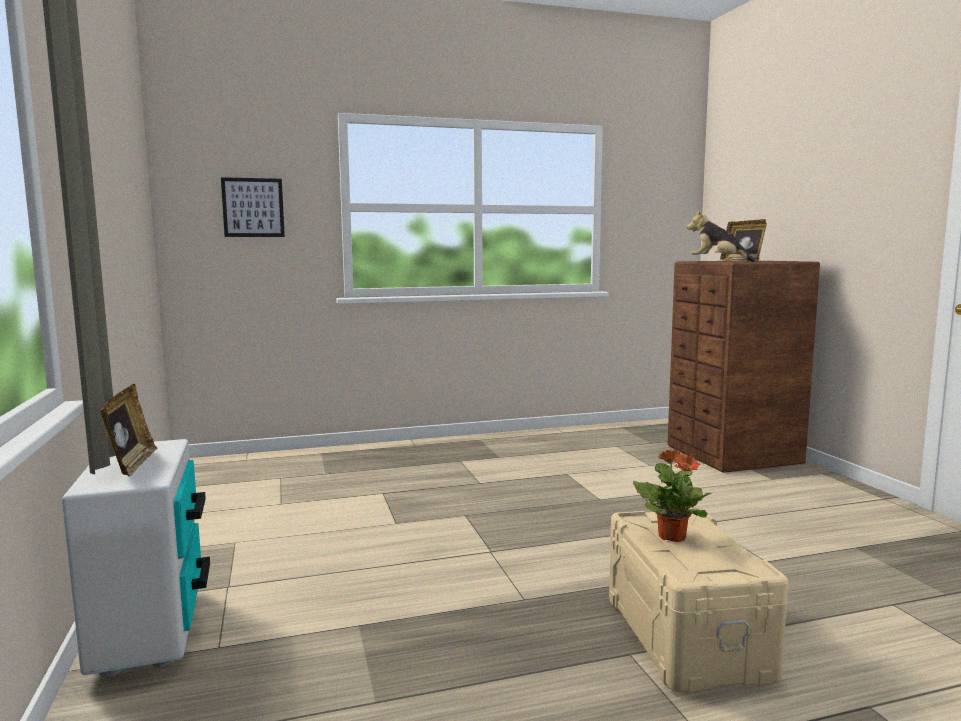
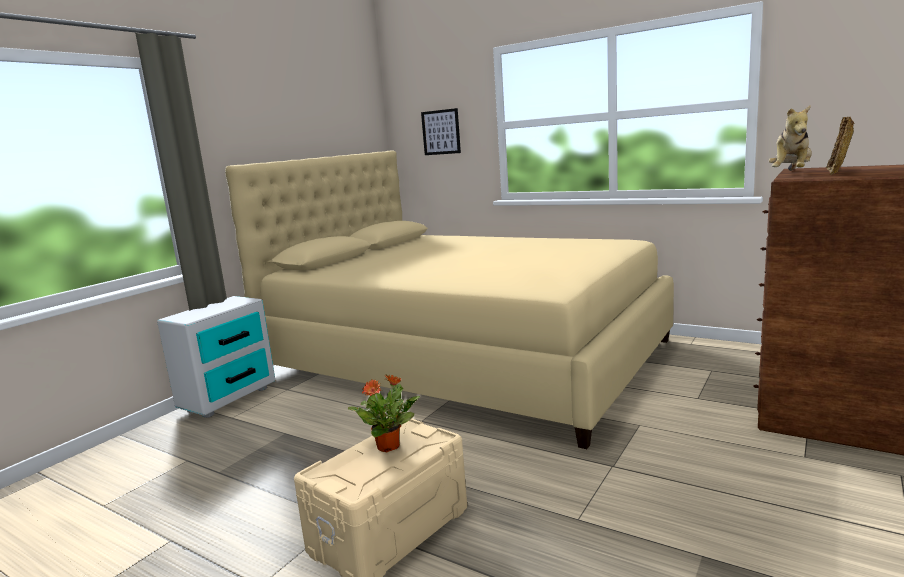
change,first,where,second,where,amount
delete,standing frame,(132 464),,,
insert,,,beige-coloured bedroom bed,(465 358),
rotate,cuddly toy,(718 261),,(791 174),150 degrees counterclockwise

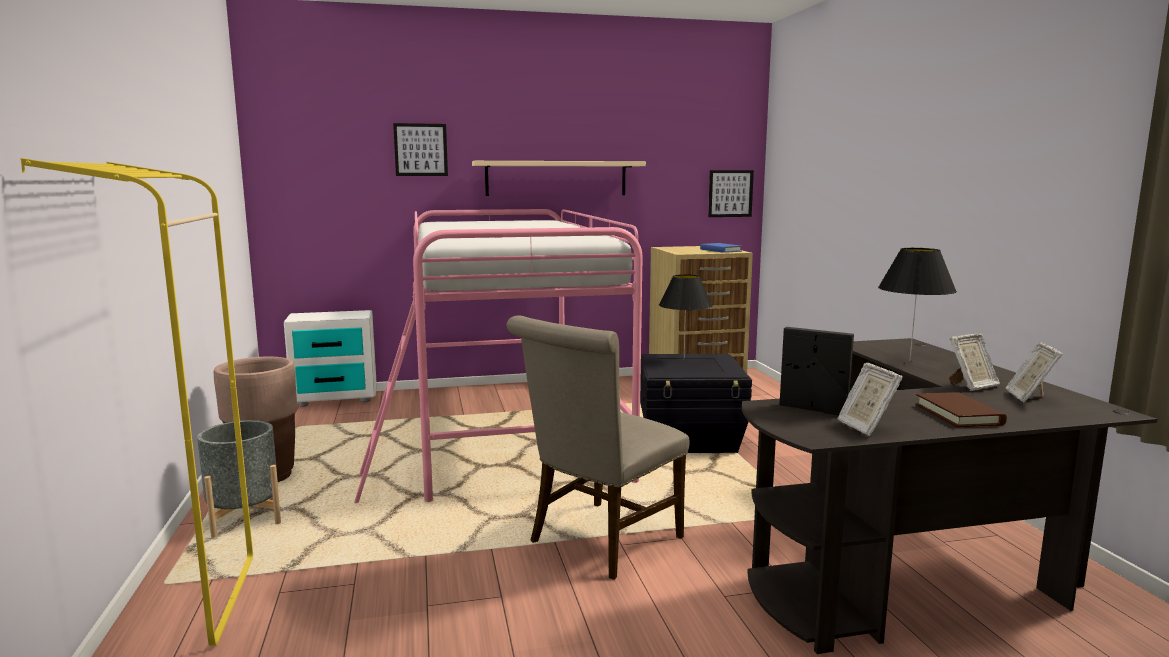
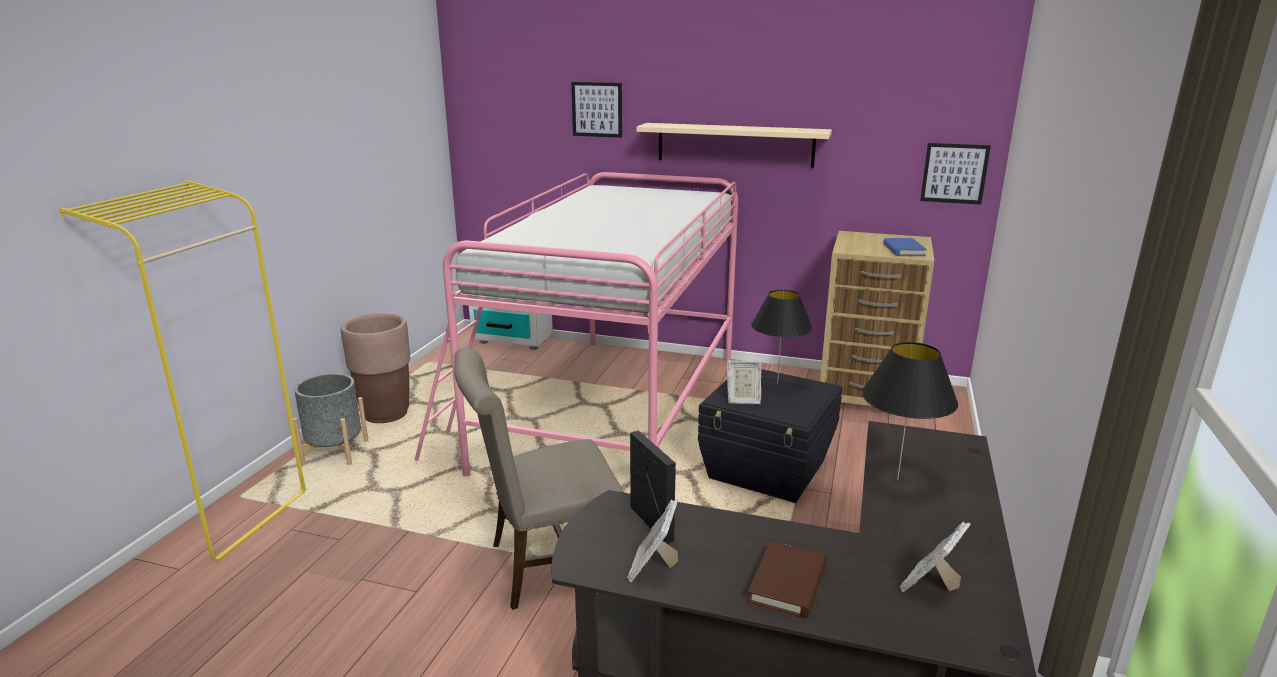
change,first,where,second,where,amount
move,standing frame,(971 386),,(742 400),

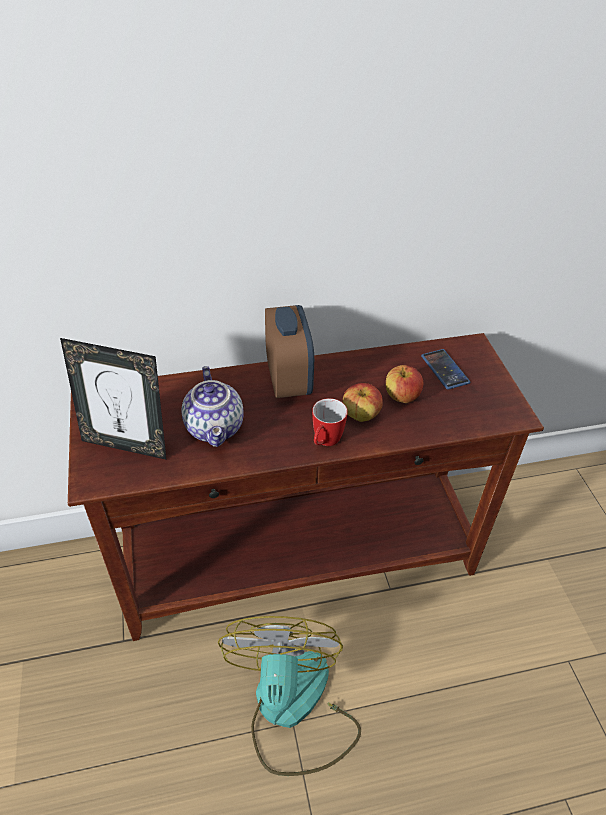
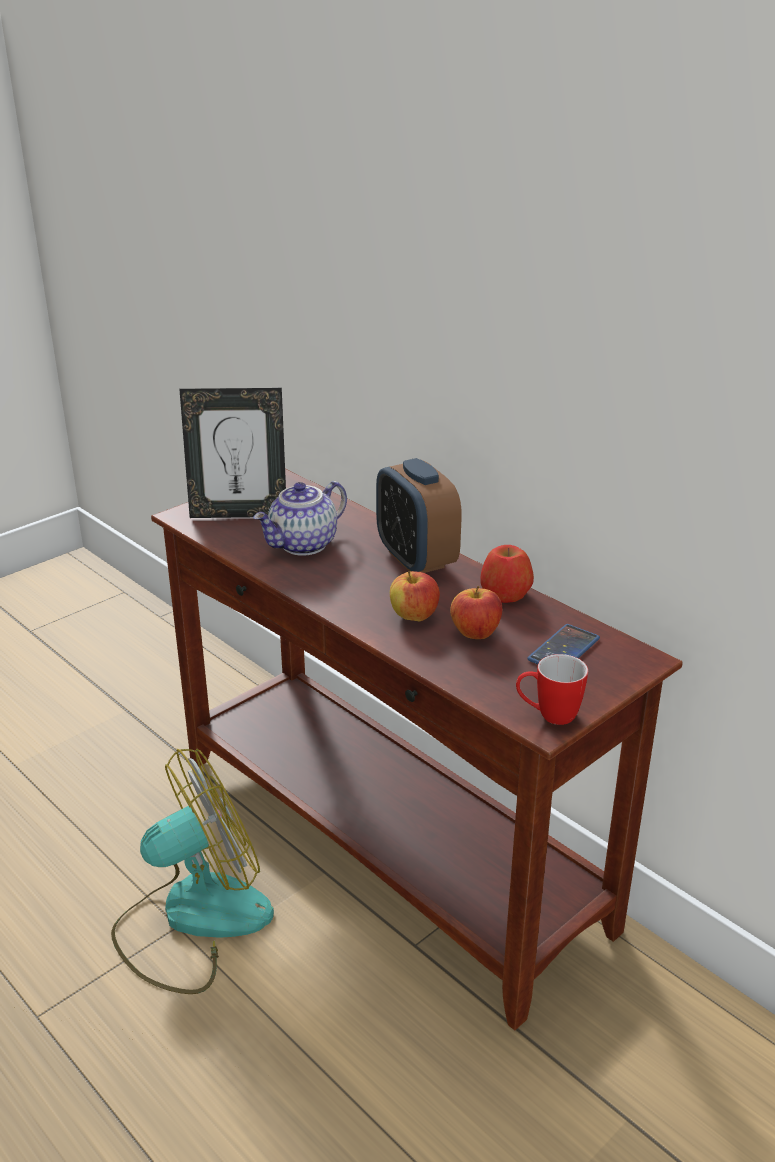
change,first,where,second,where,amount
insert,,,apple,(505 593),
move,mug,(324 443),,(548 715),
rotate,standing frame,(126 444),,(239 513),75 degrees counterclockwise
rotate,table clock,(288 381),,(416 559),105 degrees clockwise

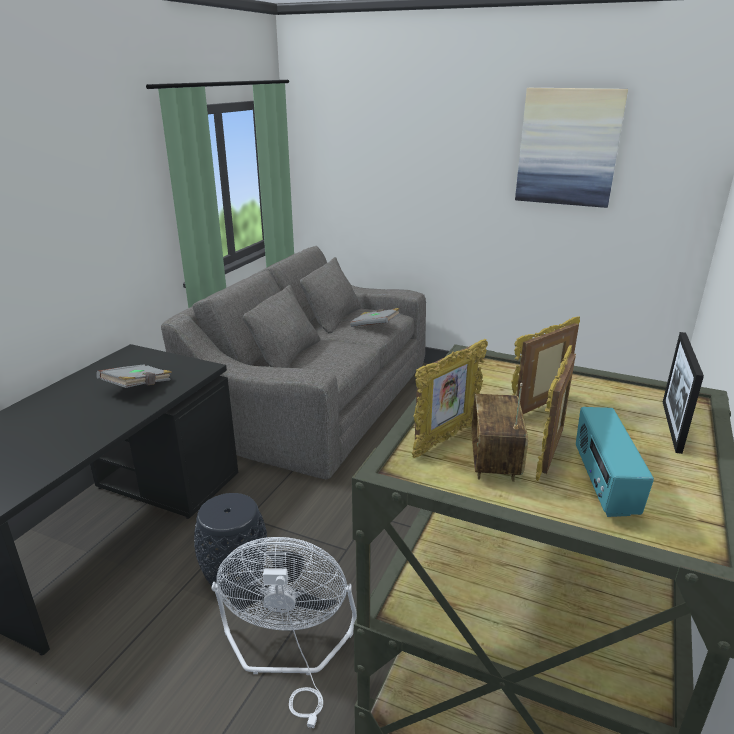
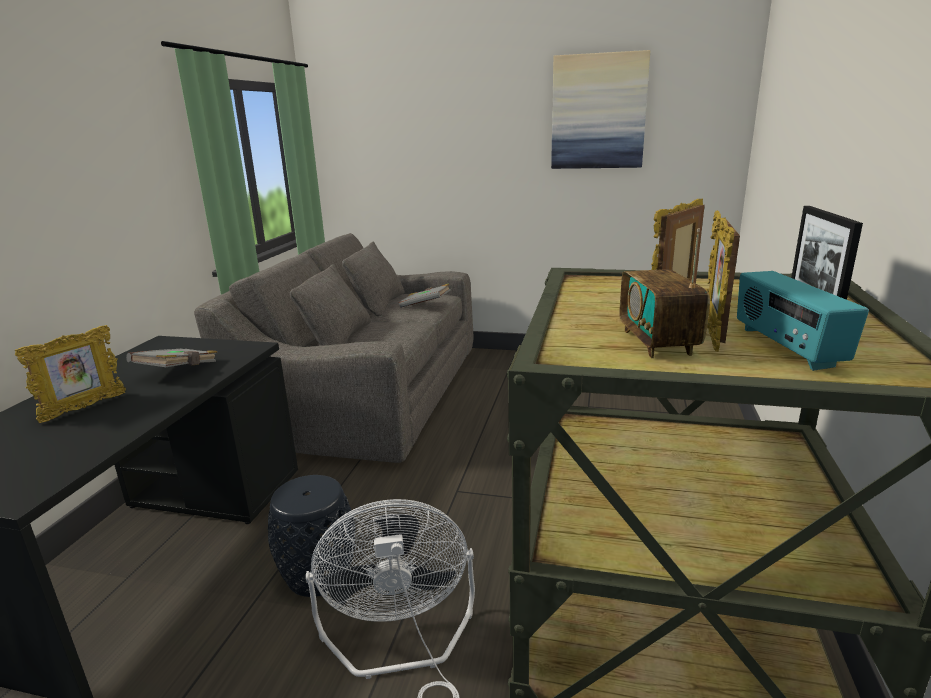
change,first,where,second,where,amount
move,standing frame,(445 439),,(84 408),

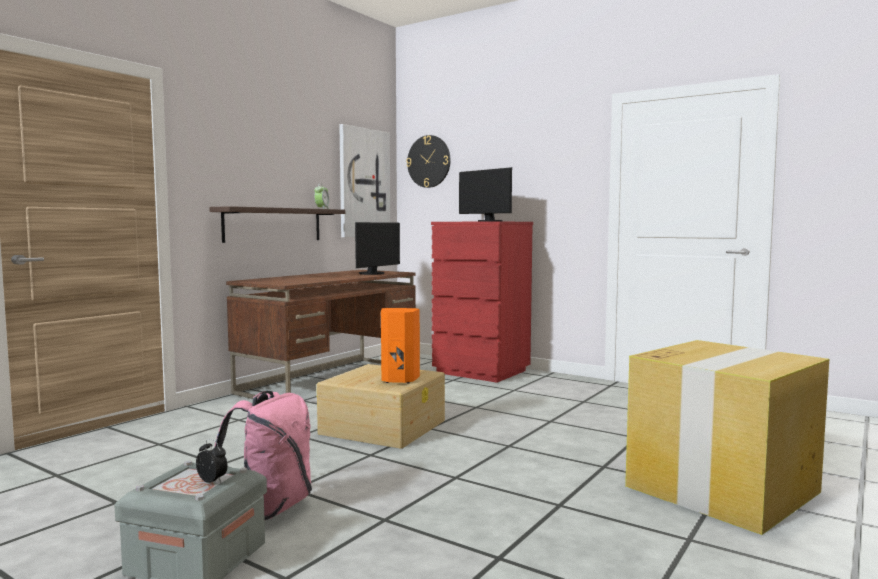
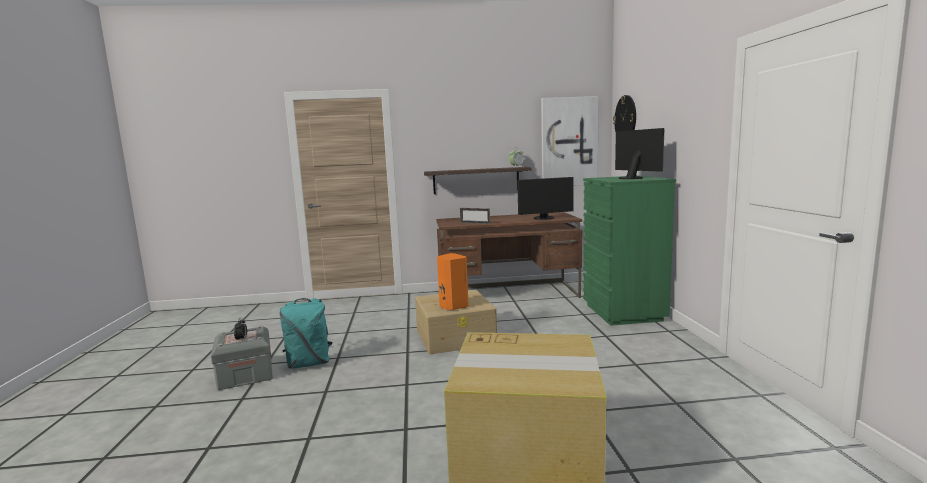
change,first,where,second,where,amount
insert,,,standing frame,(475 223),
recolor,pink-coloured backpack,(269 508),turquoise-coloured backpack,(309 363),
recolor,red dresser,(482 371),green dresser,(624 312),
rotate,computer screen,(488 221),,(633 178),150 degrees clockwise

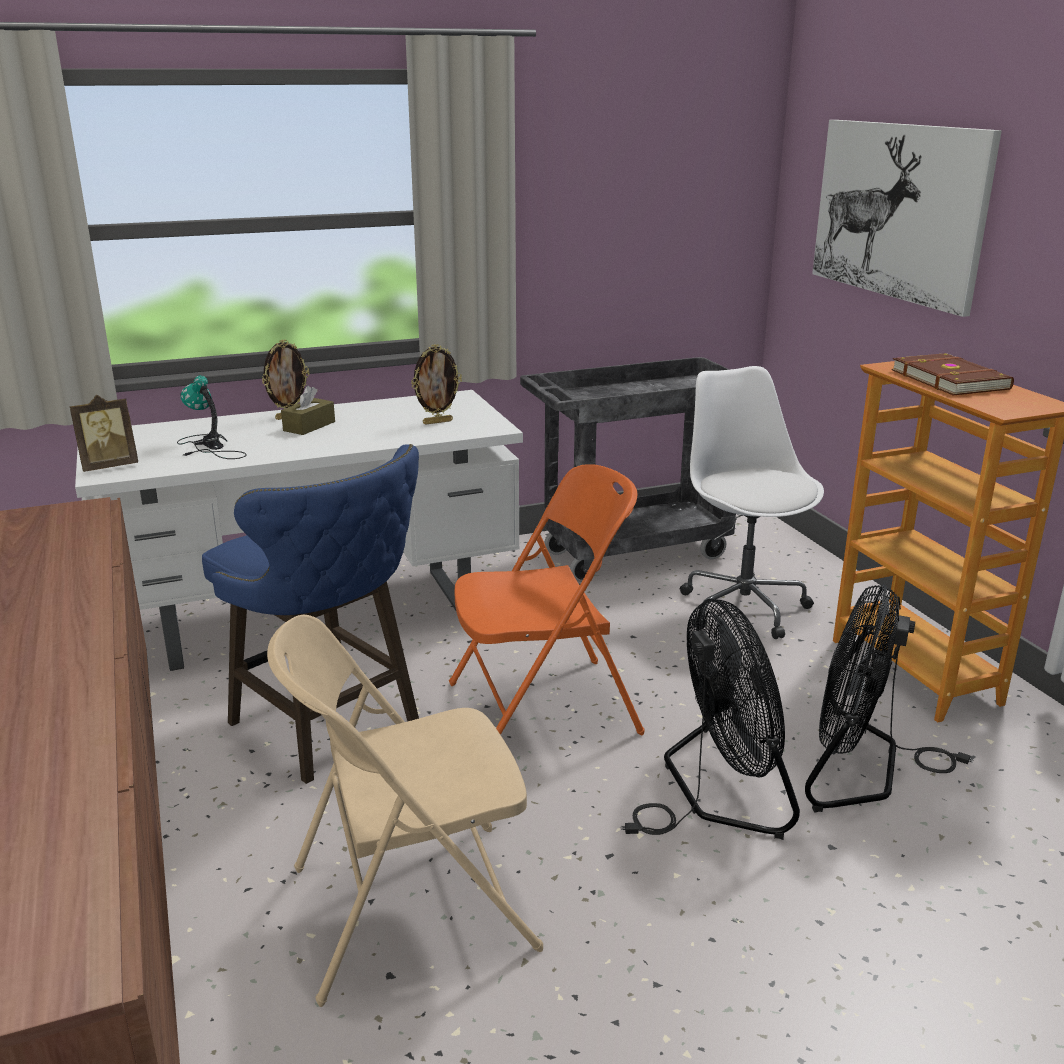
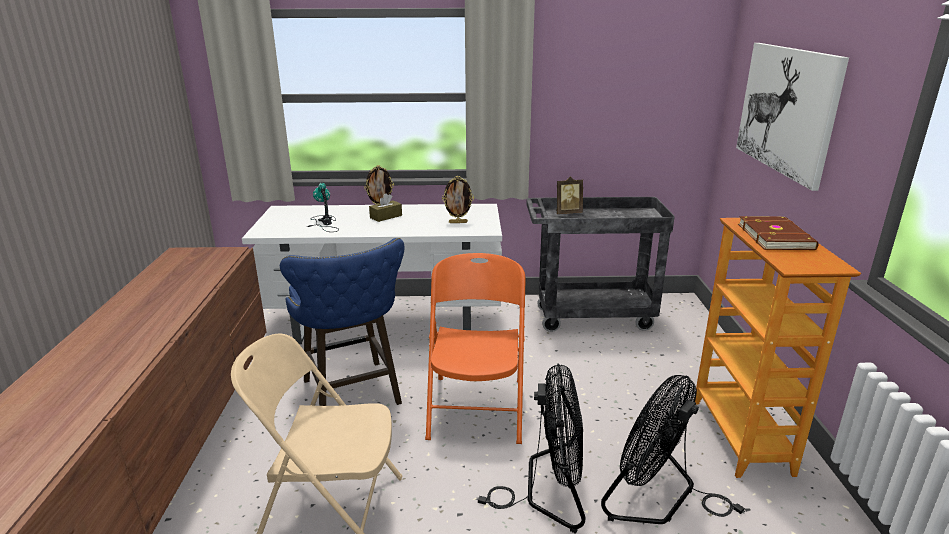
change,first,where,second,where,amount
delete,white-coloured desk chair,(741 607),,,
move,standing frame,(109 466),,(567 213),
rotate,orange-coloured upright chair,(543 708),,(477 409),90 degrees counterclockwise

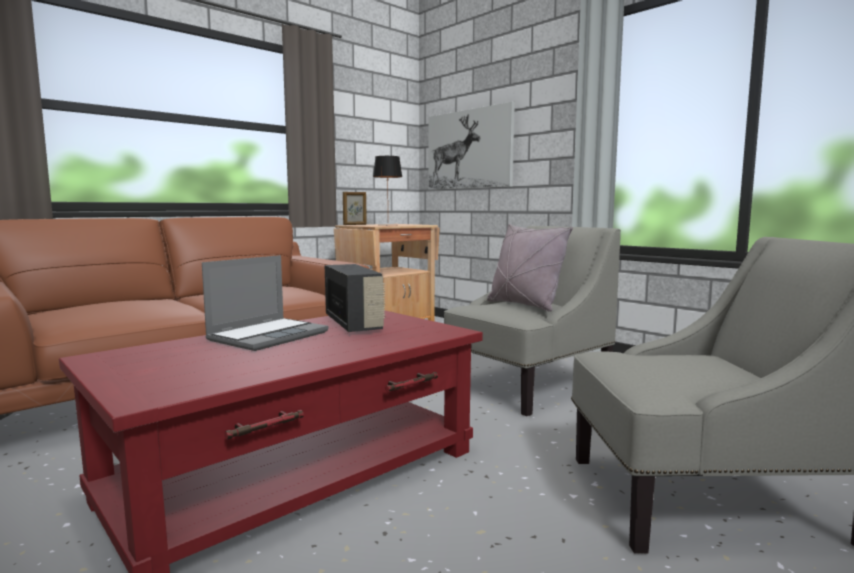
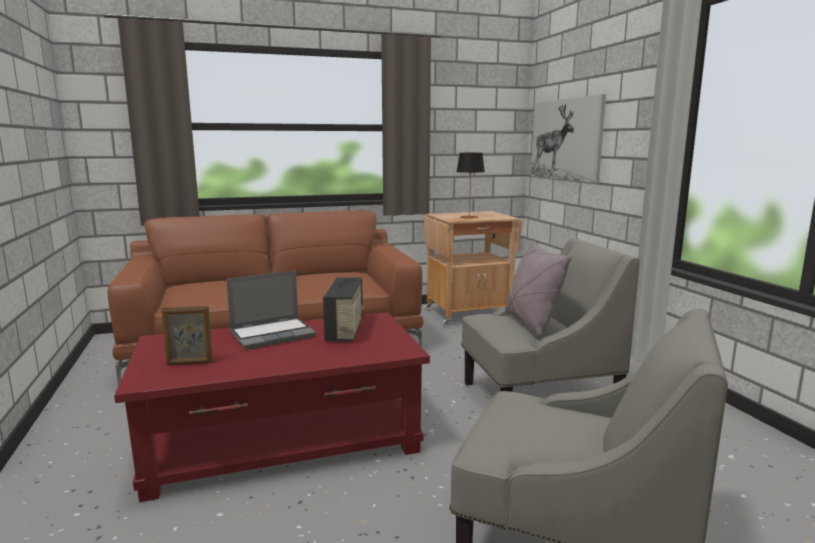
change,first,where,second,where,amount
move,standing frame,(355 224),,(190 363),

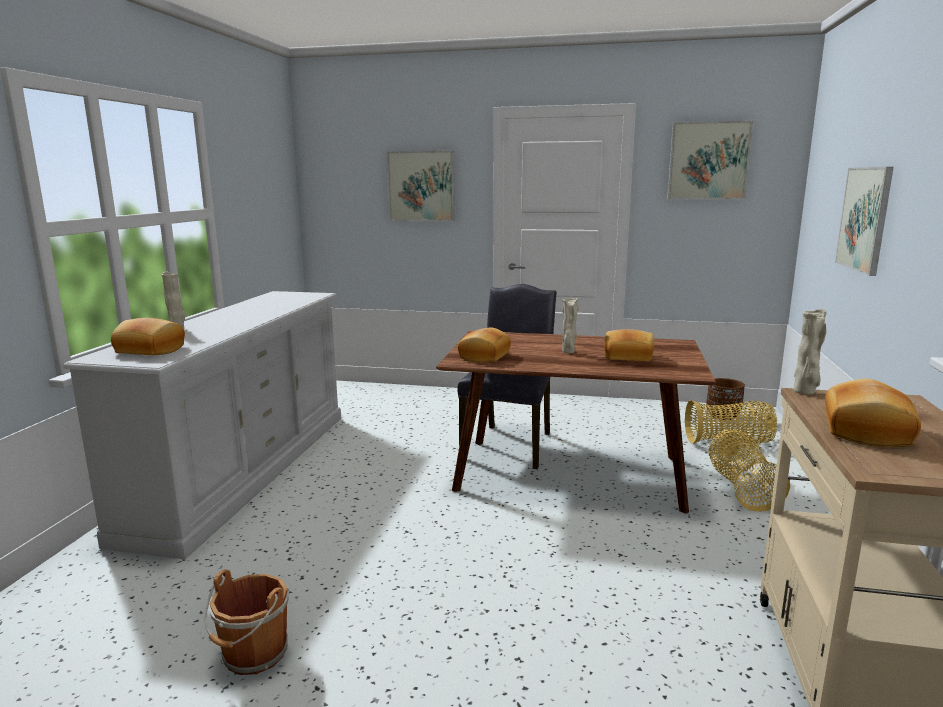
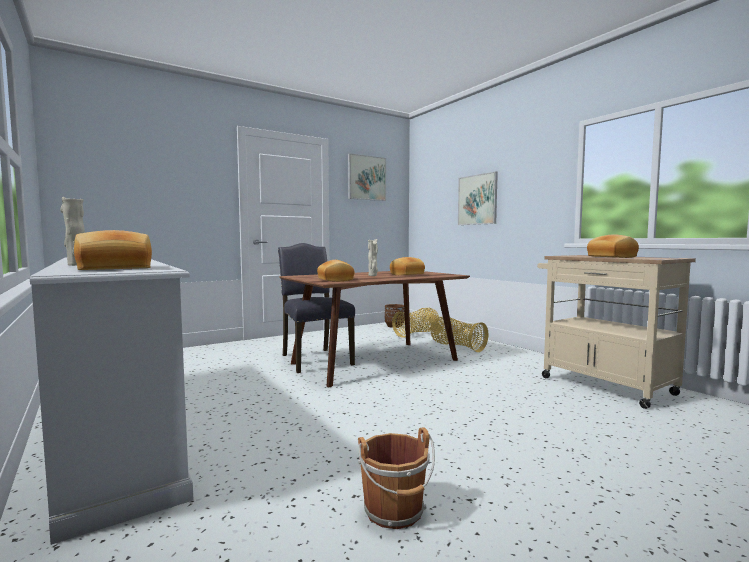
change,first,where,second,where,amount
delete,wall art,(421 186),,,
delete,beige-coloured vase,(805 392),,,

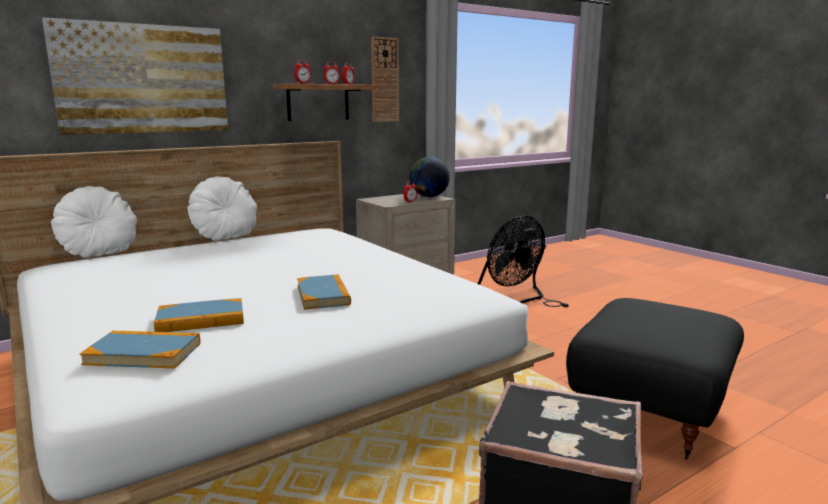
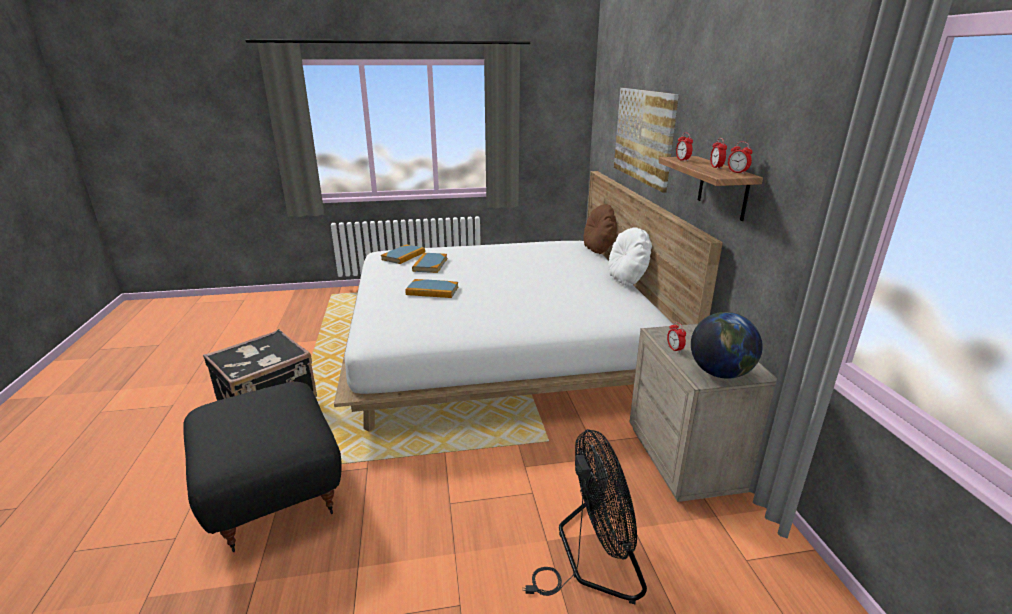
change,first,where,second,where,amount
delete,wall clock,(384 80),,,
recolor,white-coloured pillow,(100 254),brownish pillow,(599 250),

